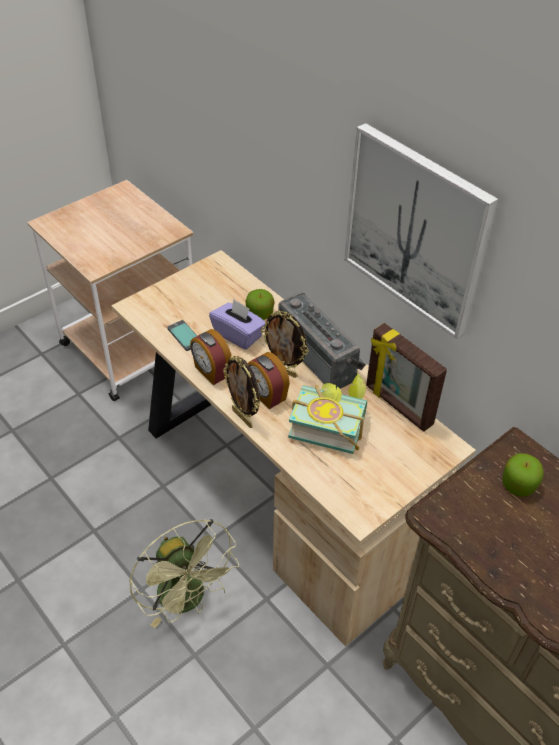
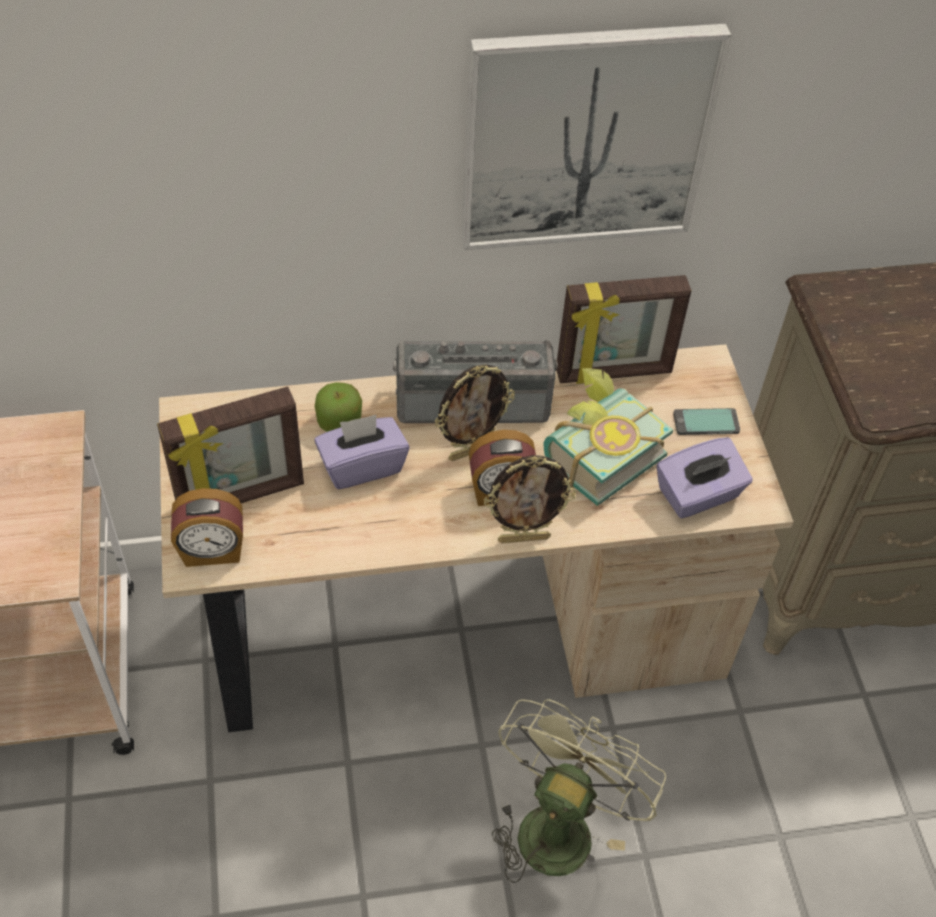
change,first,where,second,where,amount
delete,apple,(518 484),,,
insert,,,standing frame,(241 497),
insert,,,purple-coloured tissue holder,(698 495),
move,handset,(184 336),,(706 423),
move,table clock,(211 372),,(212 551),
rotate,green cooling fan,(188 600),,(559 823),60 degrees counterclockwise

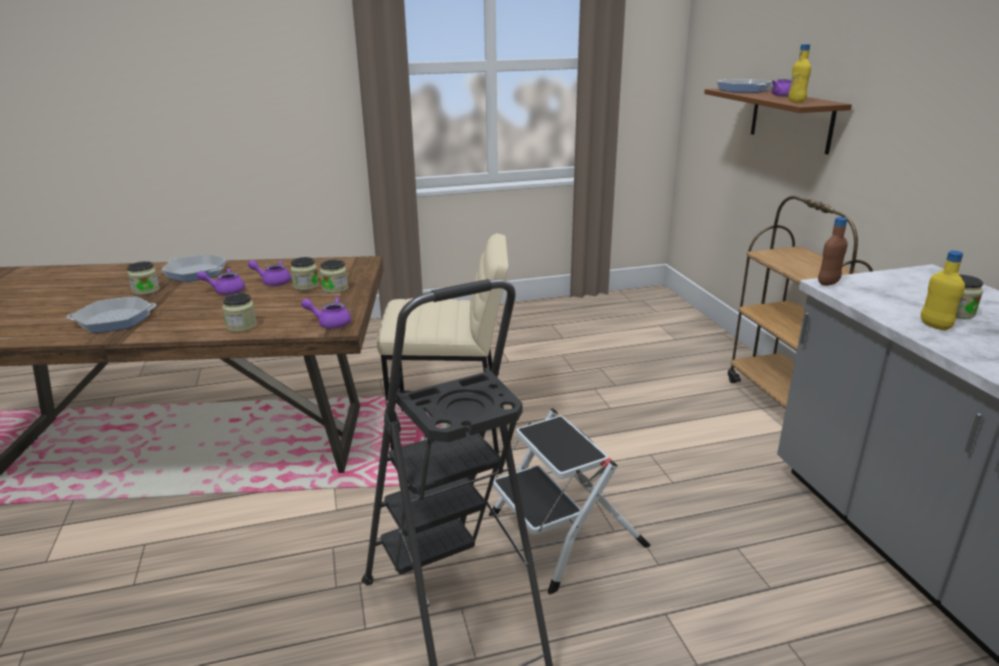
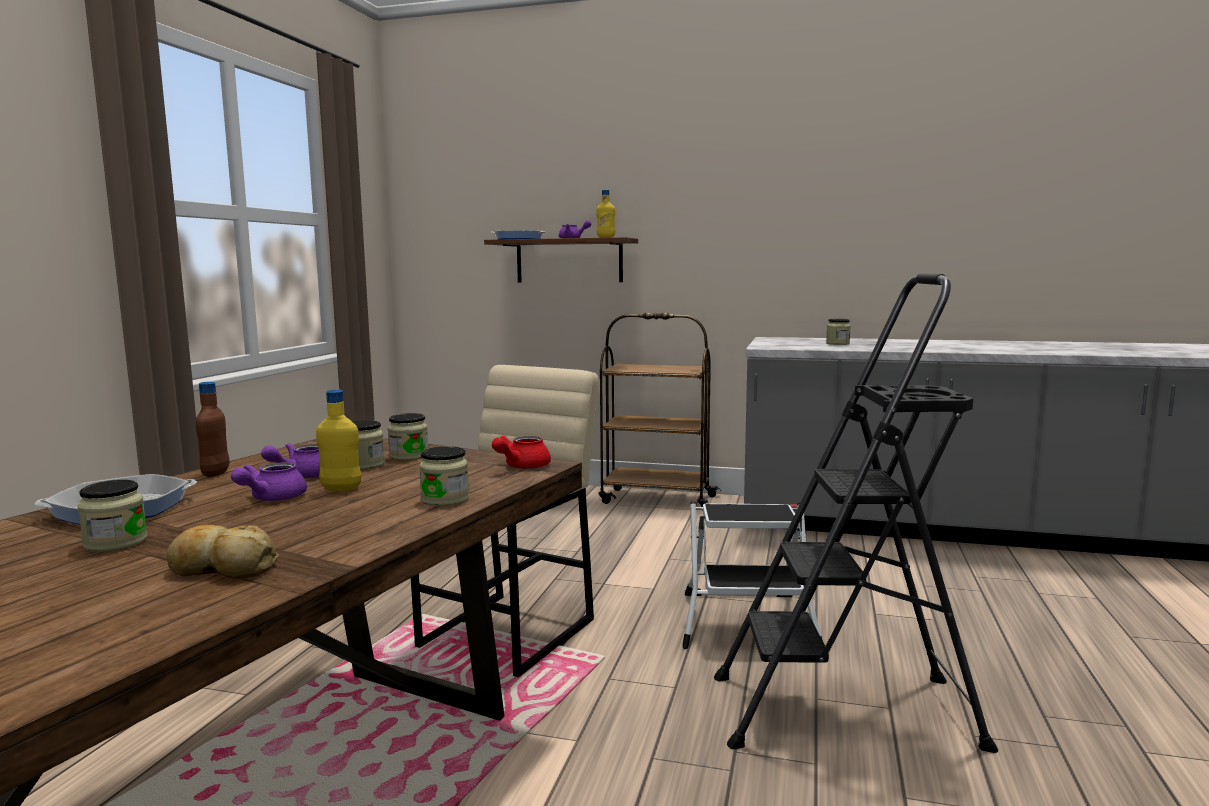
change,first,where,second,where,amount
move,brownish beverage bottle,(828 283),,(216 473),
move,yellow beverage bottle,(935 326),,(341 489),
replace,frying pan,(114 320),bread,(223 568),
recolor,purple-coloured tea pot,(330 323),red tea pot,(521 466),

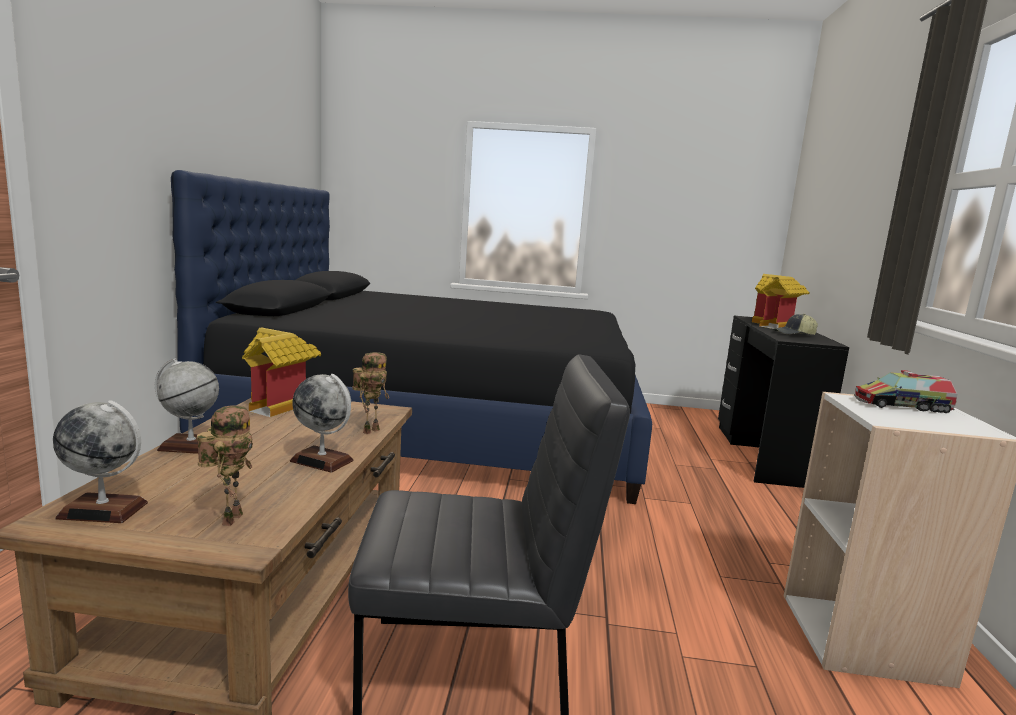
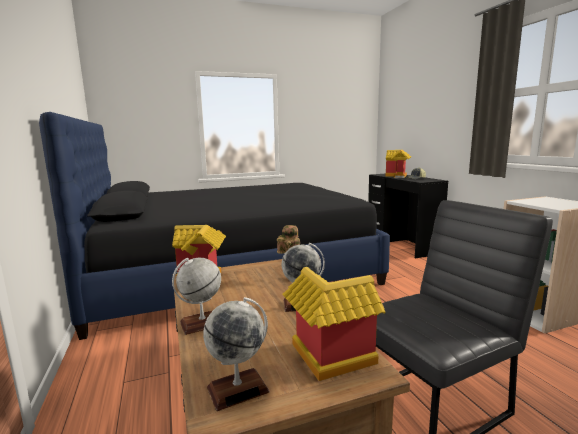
change,first,where,second,where,amount
delete,model truck,(902 405),,,
replace,toy robot,(230 518),miniature house,(327 359),

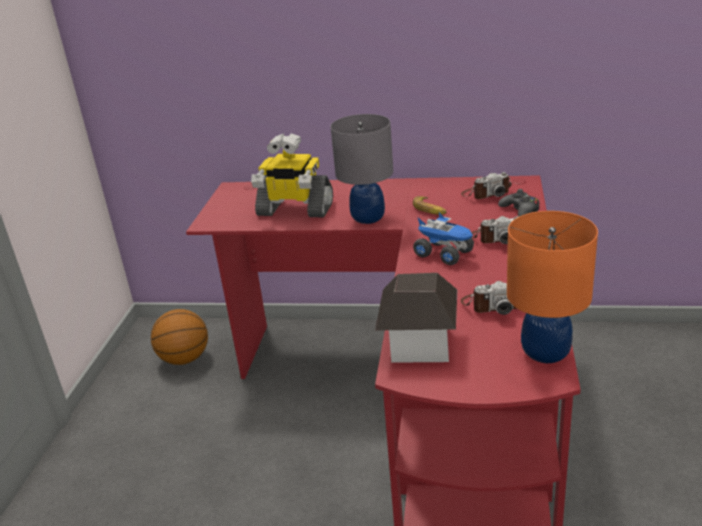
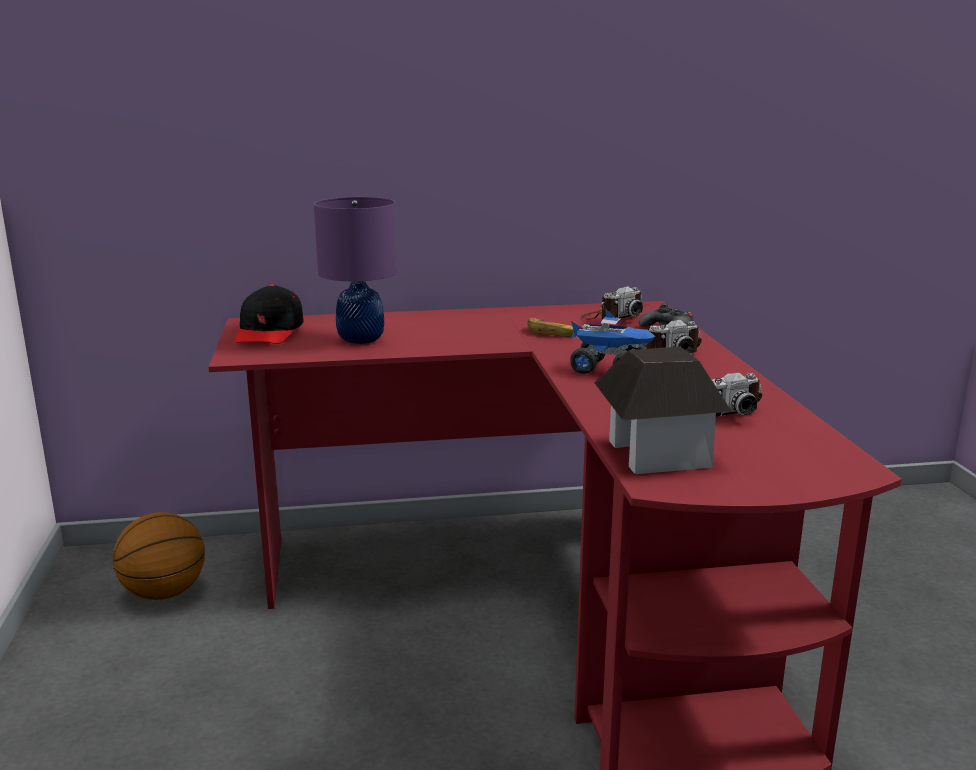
change,first,where,second,where,amount
delete,grey table lamp,(366 219),,,
delete,orange-coloured table lamp,(544 353),,,
insert,,,blackish cap,(269 332),
replace,toy robot,(294 210),purple-coloured table lamp,(362 339),

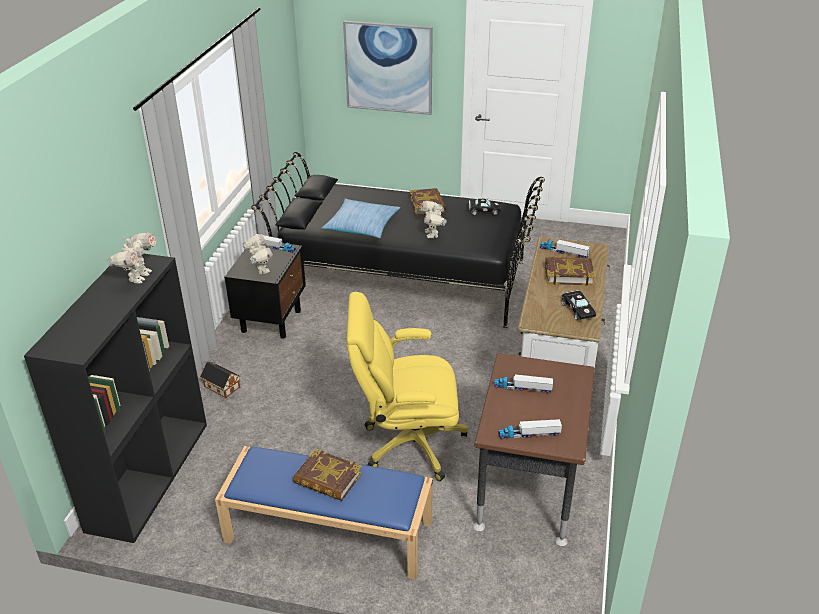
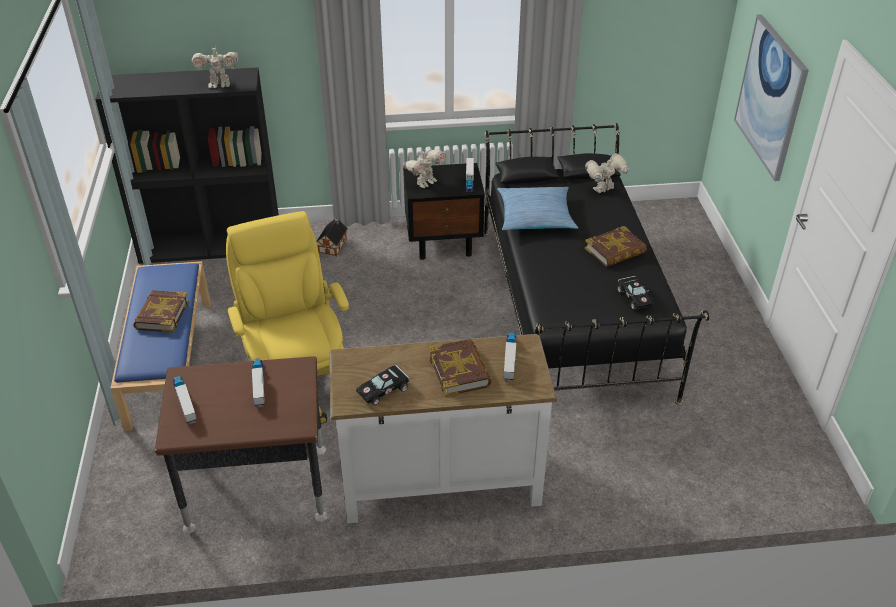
change,first,where,second,where,amount
move,toy robot,(432 234),,(604 190),

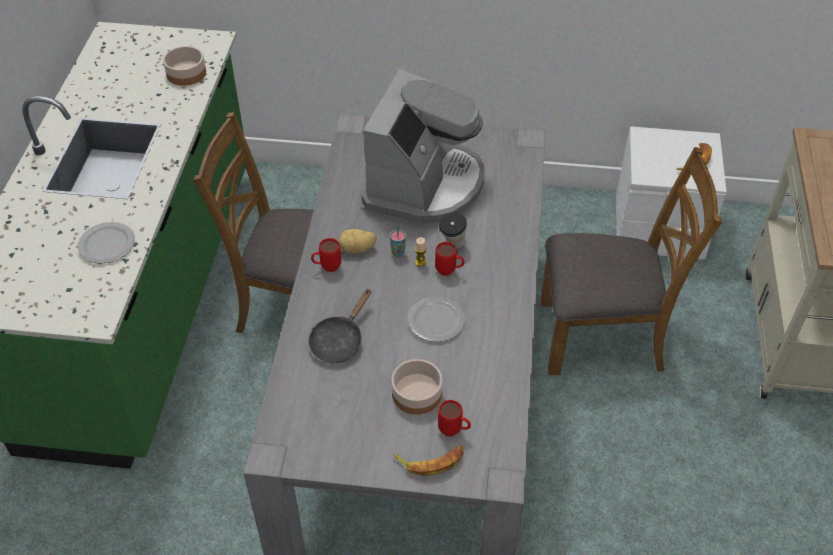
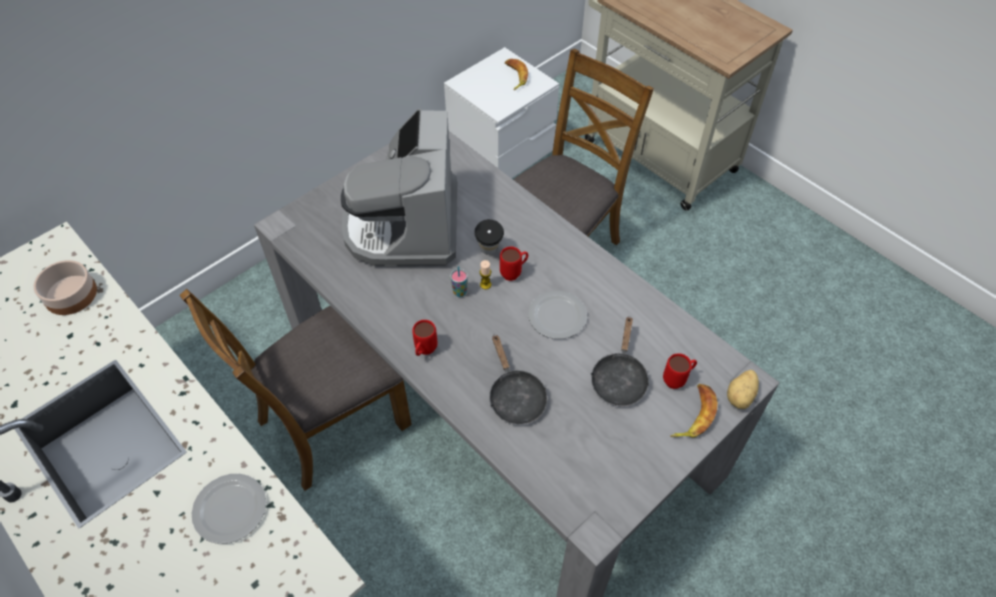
change,first,where,second,where,amount
move,whole potato,(357 249),,(741 396),
replace,deep dish,(417 393),blackish frying pan,(619 378),
rotate,coffee machine,(425 185),,(405 225),150 degrees counterclockwise

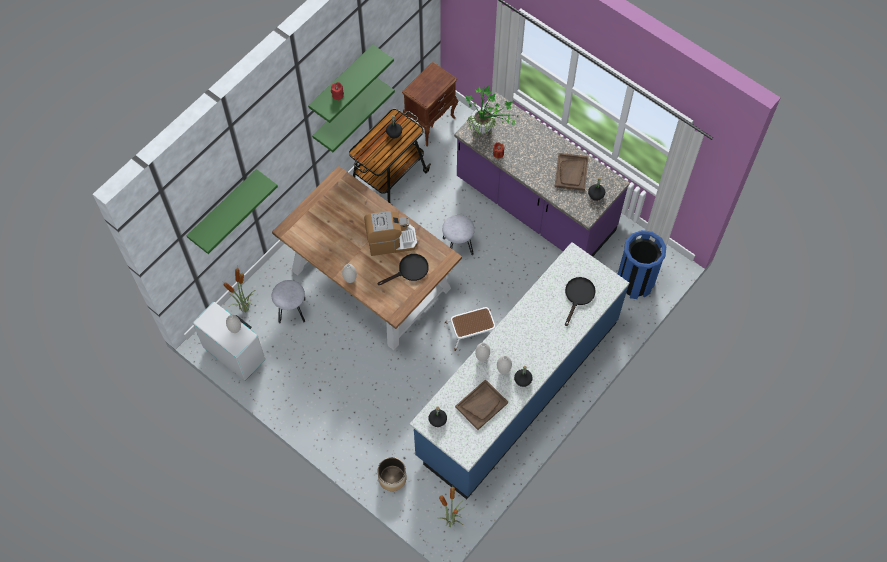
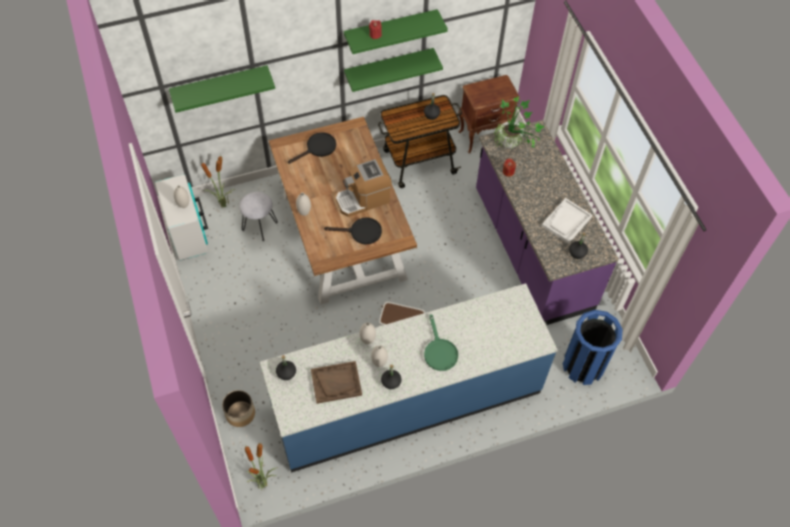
change,first,where,second,where,amount
delete,grey sitting stool,(458 246),,,
insert,,,green frying pan,(439 351),
move,blackish frying pan,(578 296),,(317 148),
recolor,brownish carrying tray,(571 172),white-coloured carrying tray,(566 221),
rotate,coffee machine,(391 241),,(363 199),135 degrees clockwise

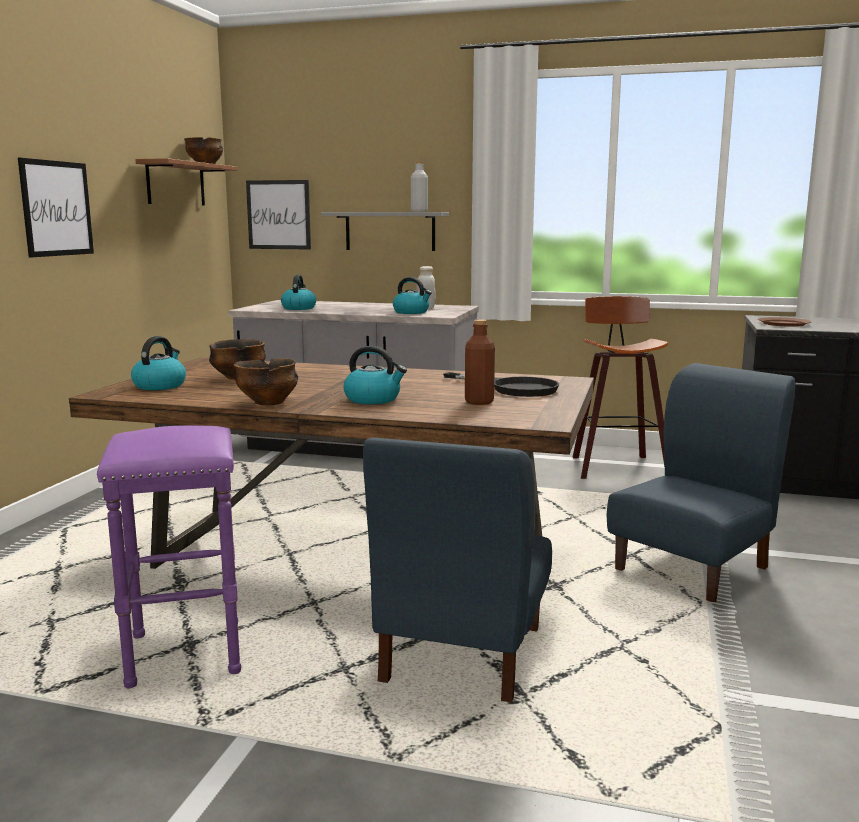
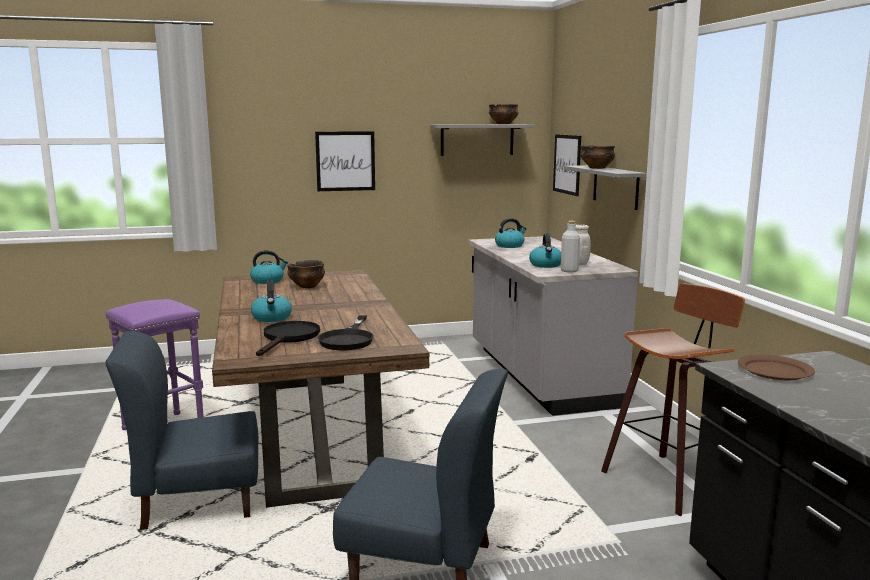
change,first,where,second,where,amount
move,deep dish,(268 402),,(597 168),
move,grey beverage bottle,(419 211),,(569 271),
replace,brownish beverage bottle,(479 402),blackish frying pan,(288 338),
recolor,brownish wall shelf,(176 184),grey wall shelf,(477 139),

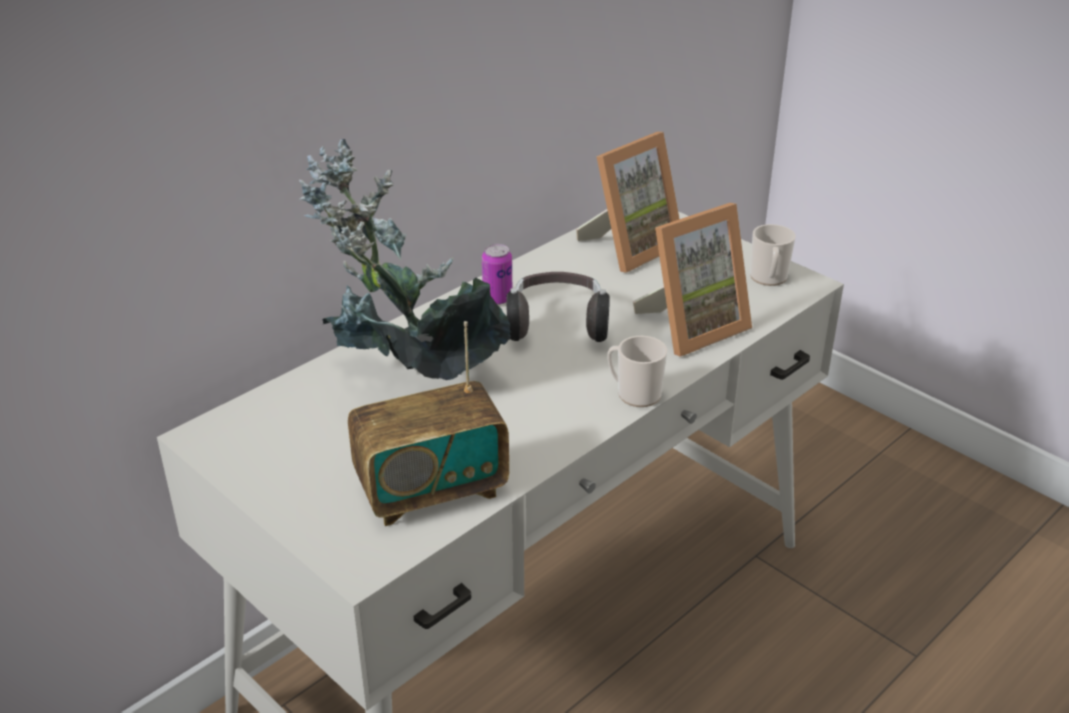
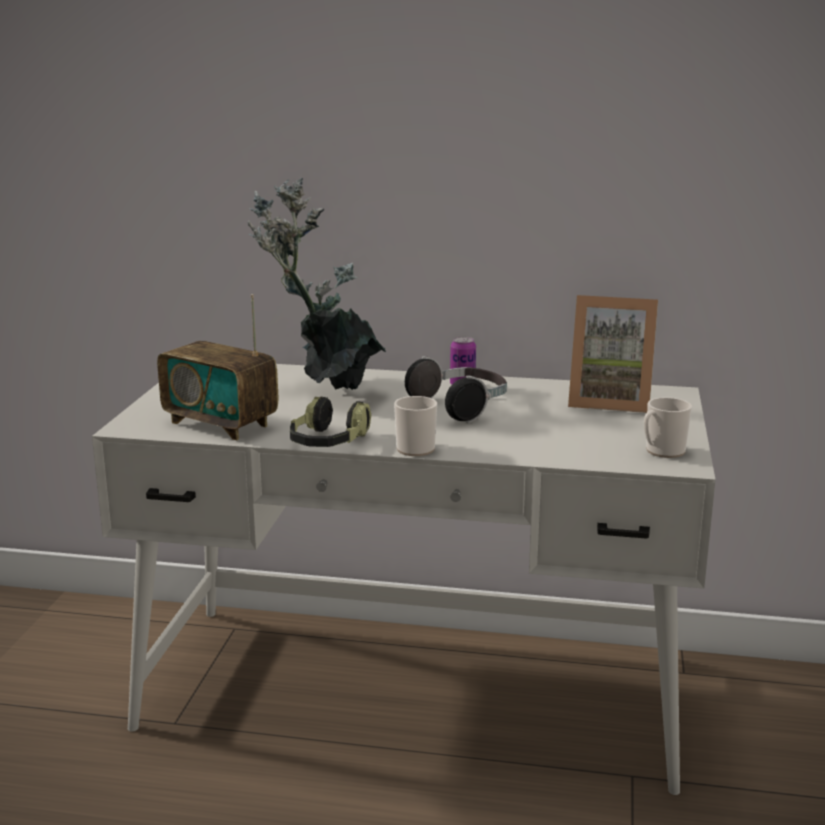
change,first,where,second,where,amount
delete,standing frame,(691 326),,,
insert,,,headphones,(328 443),

